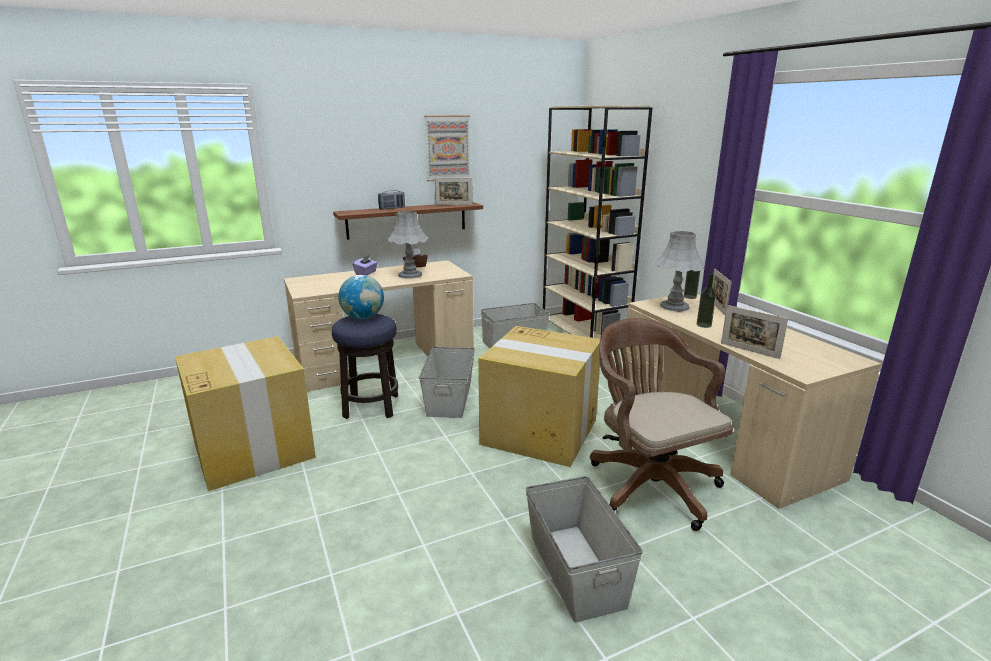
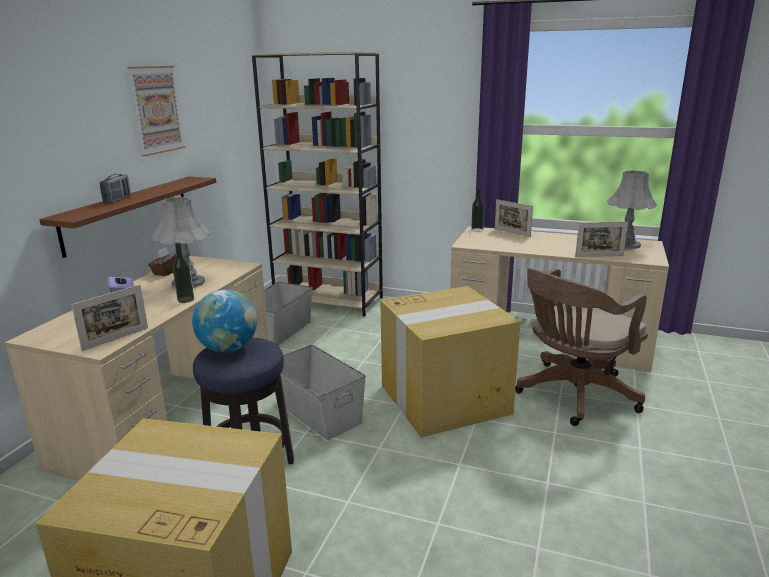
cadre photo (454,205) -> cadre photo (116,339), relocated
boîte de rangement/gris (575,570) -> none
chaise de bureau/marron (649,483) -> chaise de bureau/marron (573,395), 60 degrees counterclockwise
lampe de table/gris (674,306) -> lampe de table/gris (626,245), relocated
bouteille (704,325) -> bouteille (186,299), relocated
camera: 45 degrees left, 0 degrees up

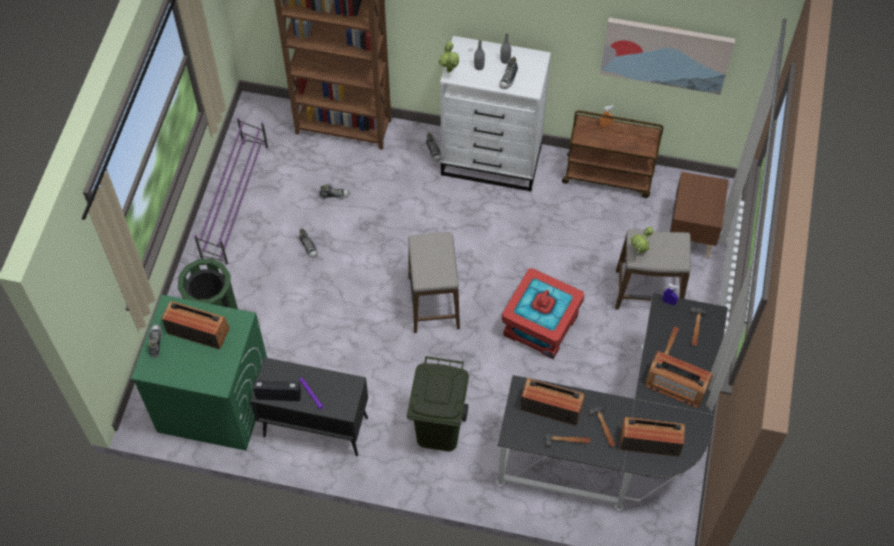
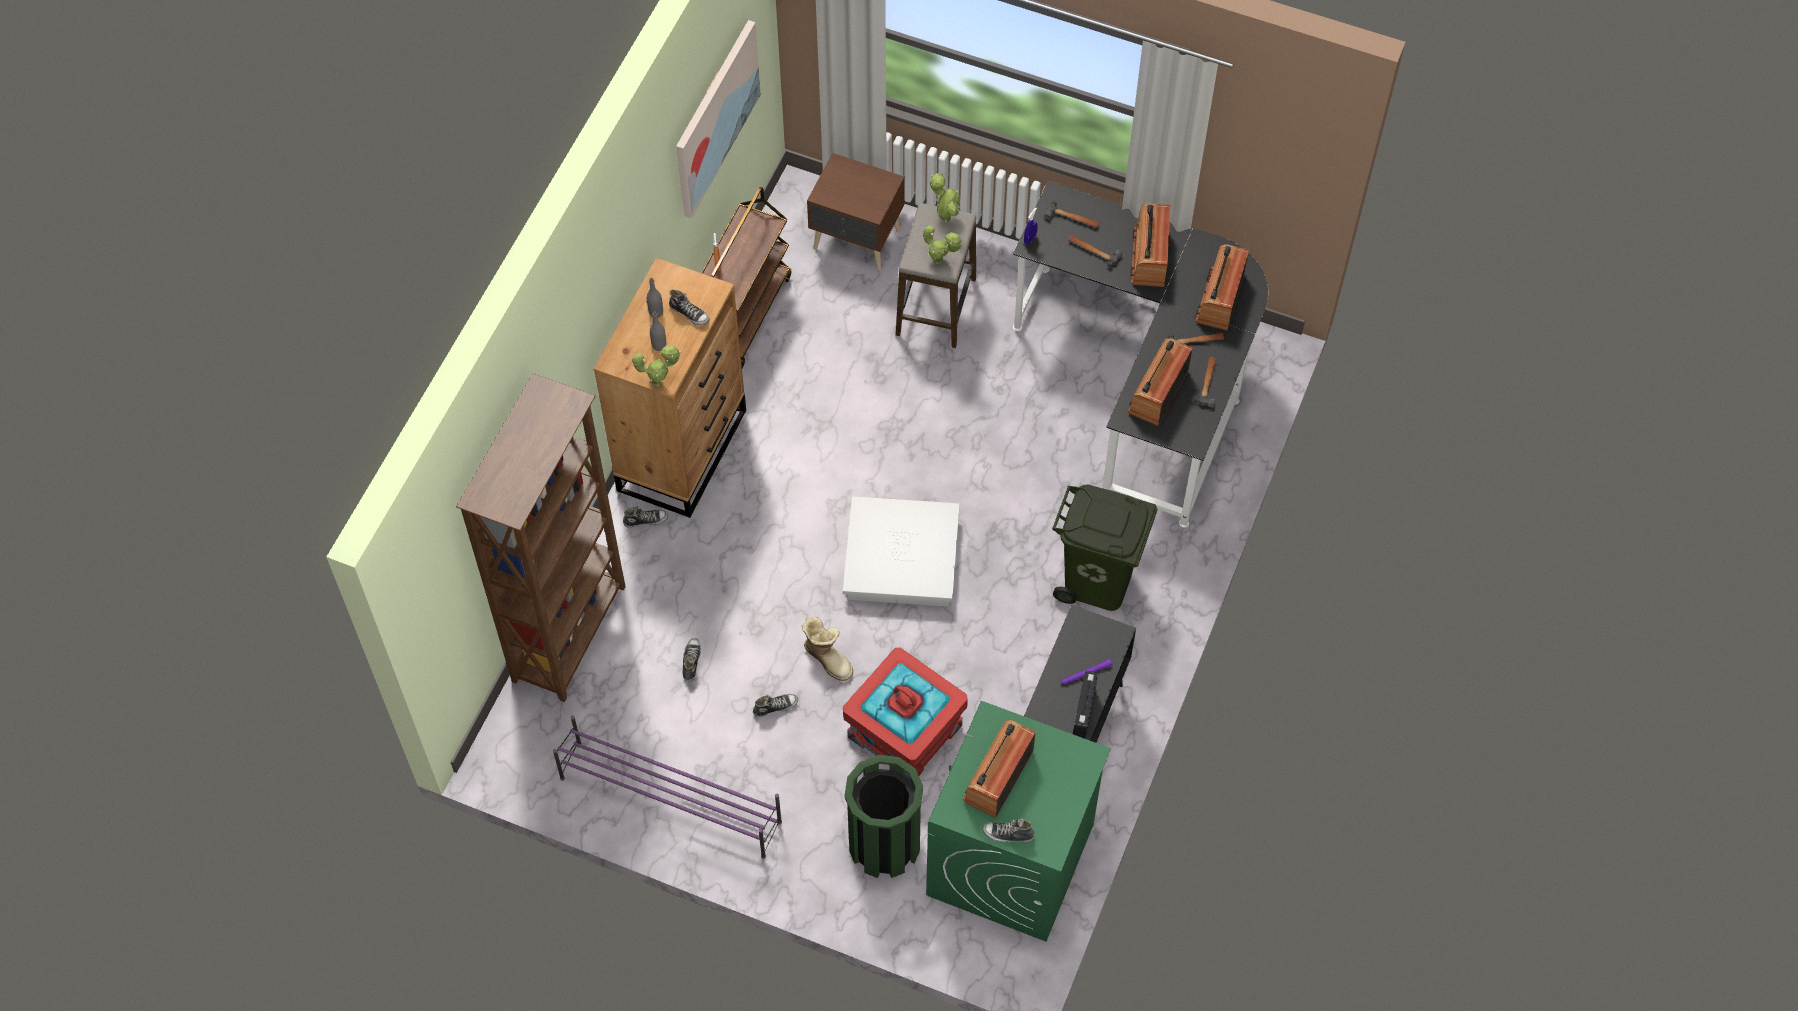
tabouret (434,302) -> boîte de rangement/blanc (902,558)
commode/blanc (492,161) -> commode/marron (683,449)
boîte de rangement/rouge (541,325) -> boîte de rangement/rouge (905,731), relocated
radio (676,386) -> radio (1149,256), 150 degrees clockwise
none -> botte (828,658)
none -> plante en pot (945,217)
camera: 80 degrees left, 0 degrees up

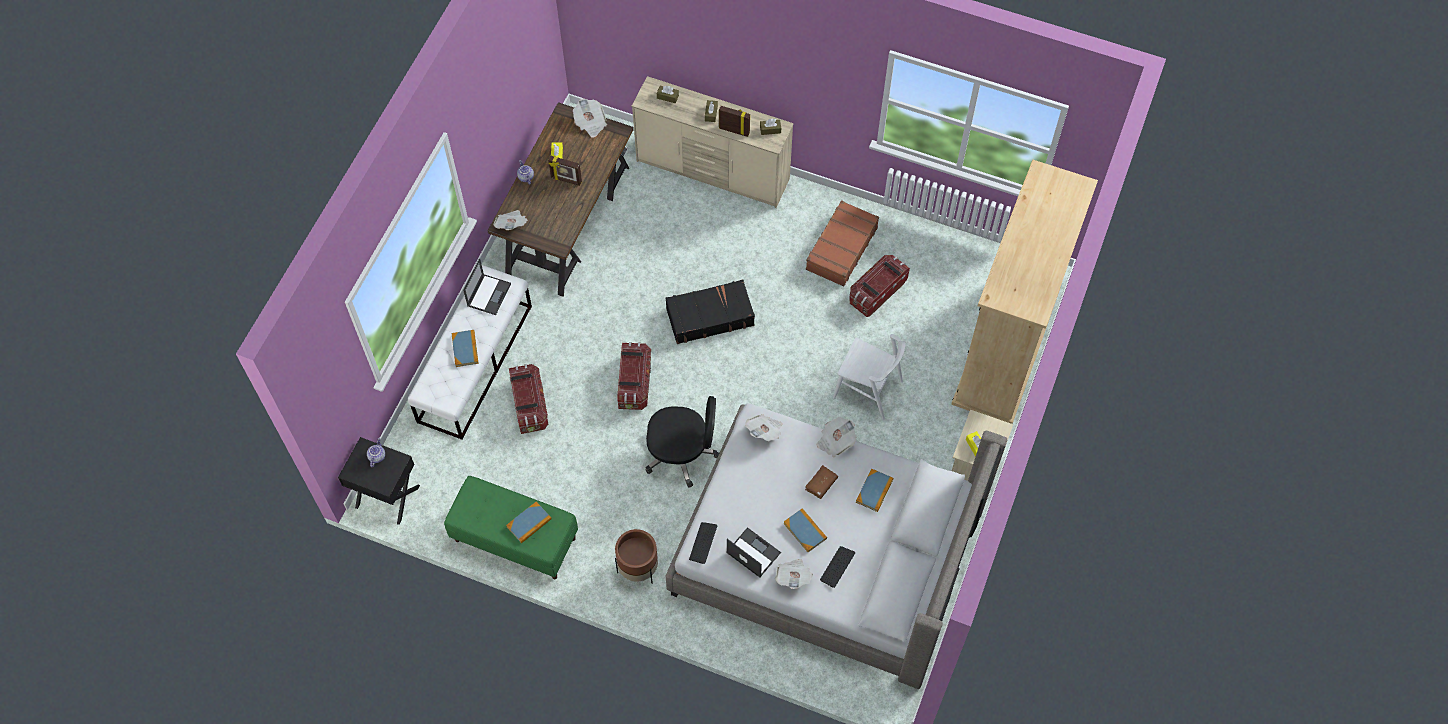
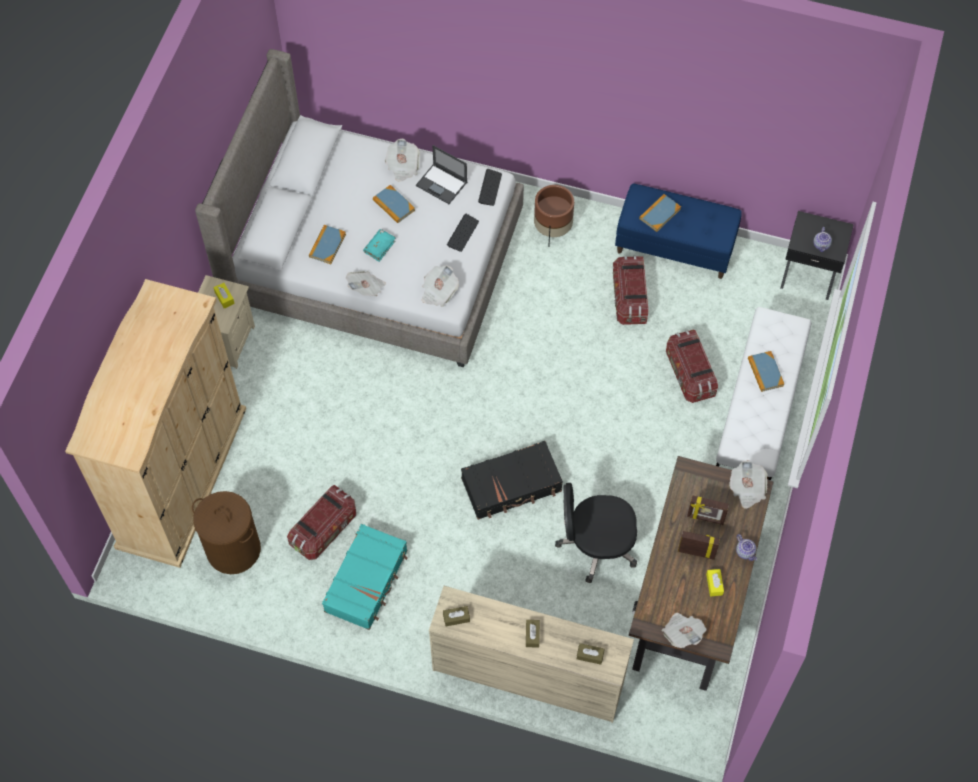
banc/vert (514,539) -> banc/bleu (675,246)
ordinateur portable (489,294) -> none
boîte de rangement (634,383) -> boîte de rangement (629,298), relocated
chaise de bureau/noir (682,453) -> chaise de bureau/noir (596,545), relocated
cadre photo (734,130) -> cadre photo (705,518), relocated
livre/marron (821,484) -> livre/turquoise (379,247)
valise/marron (841,248) -> valise/turquoise (367,581)
clavier (837,567) -> clavier (463,233), relocated
chaise/blanc (868,389) -> none
none -> panier à linge/marron (233,549)
camera: 175 degrees right, 0 degrees up

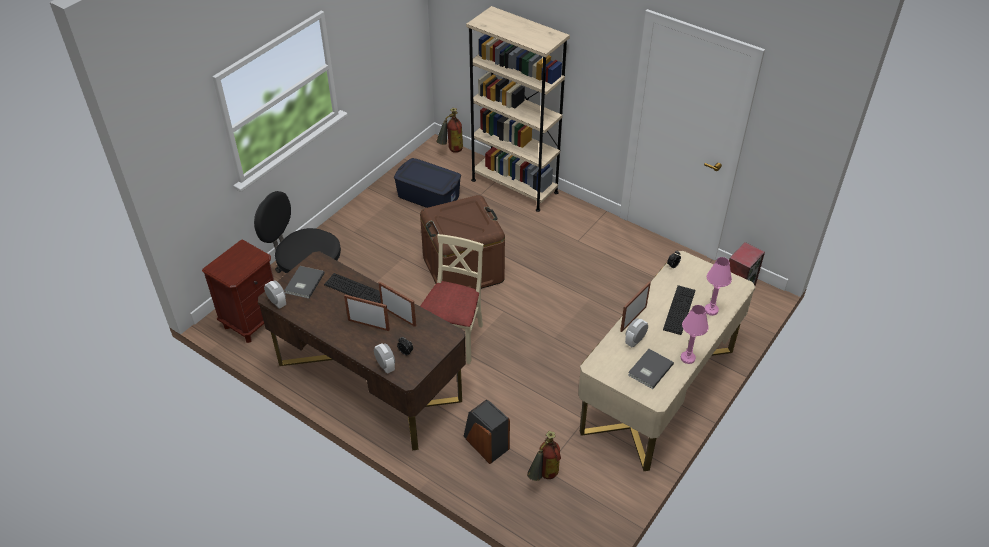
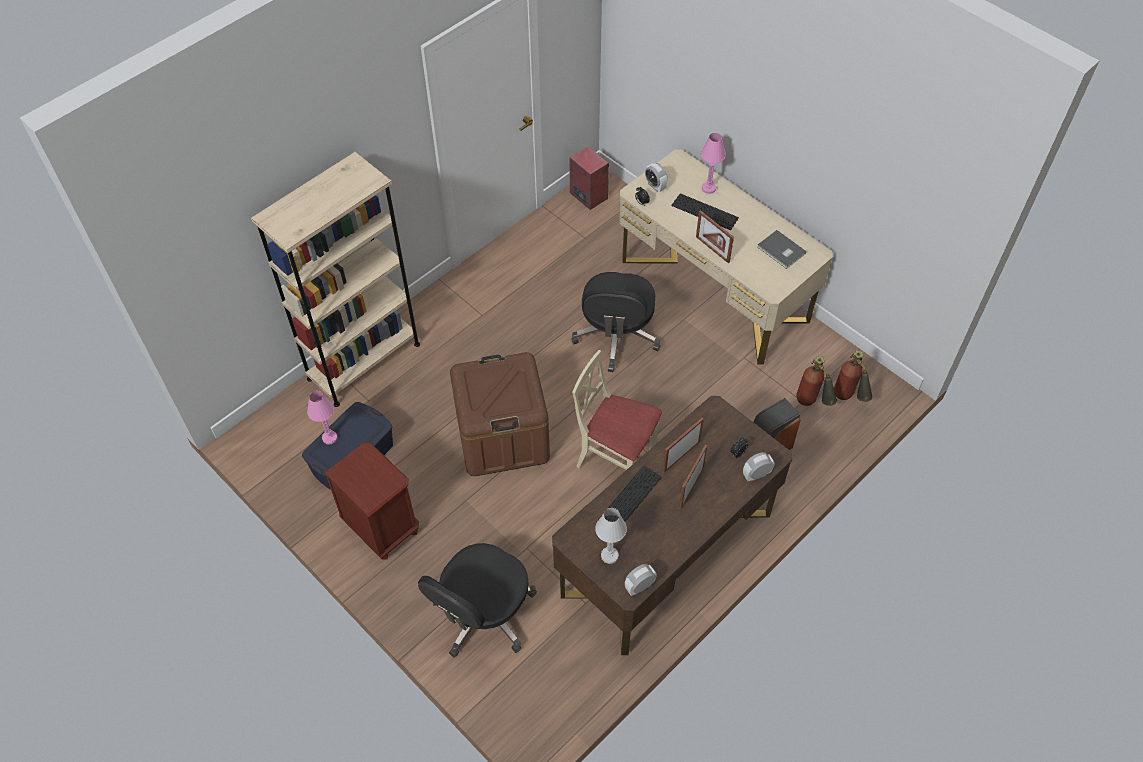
table de chevet/marron (253,320) -> table de chevet/marron (382,527), relocated
livre/gris (303,283) -> lampe de table/blanc (609,555)
extincteur (451,151) -> extincteur (848,399), relocated
réveil (635,341) -> réveil (655,186), relocated
lampe de table/rose (687,358) -> lampe de table/rose (329,438), relocated
none -> chaise de bureau/noir (616,337)
camera: 80 degrees left, 10 degrees up

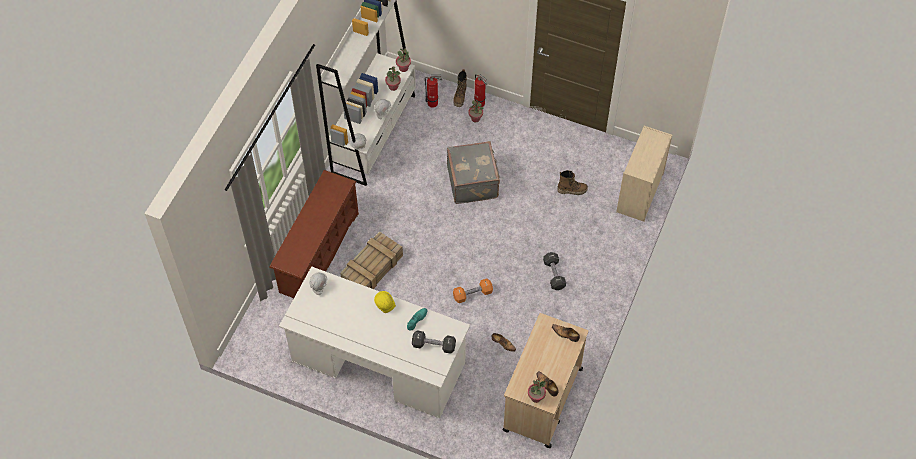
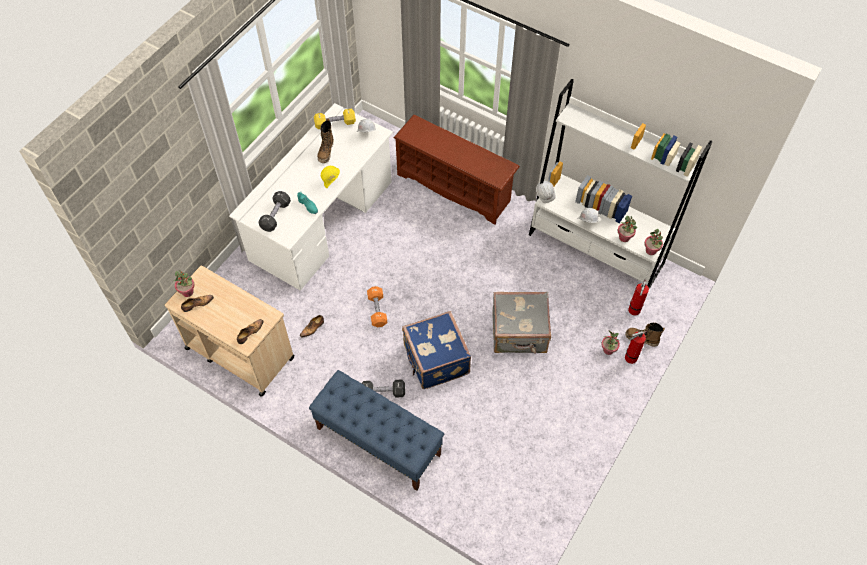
caisse (372,267) -> none
botte (572,190) -> botte (326,152), relocated
commode/beige (639,194) -> none
none -> banc/bleu (378,441)
none -> haltère/jaune (335,124)
none -> valise/bleu (435,360)
camera: 100 degrees right, 0 degrees up

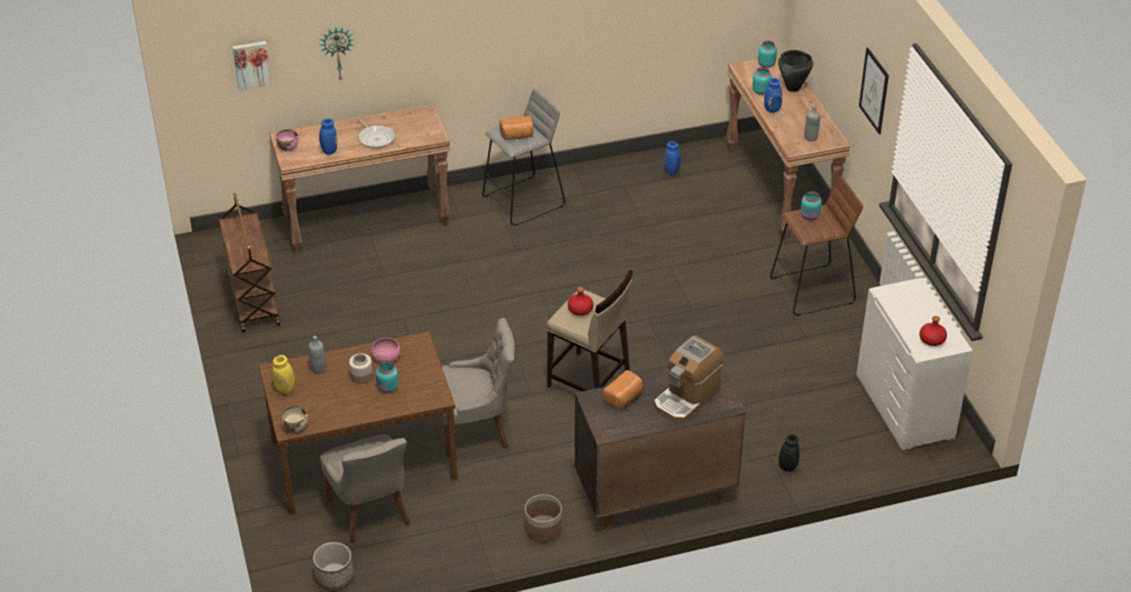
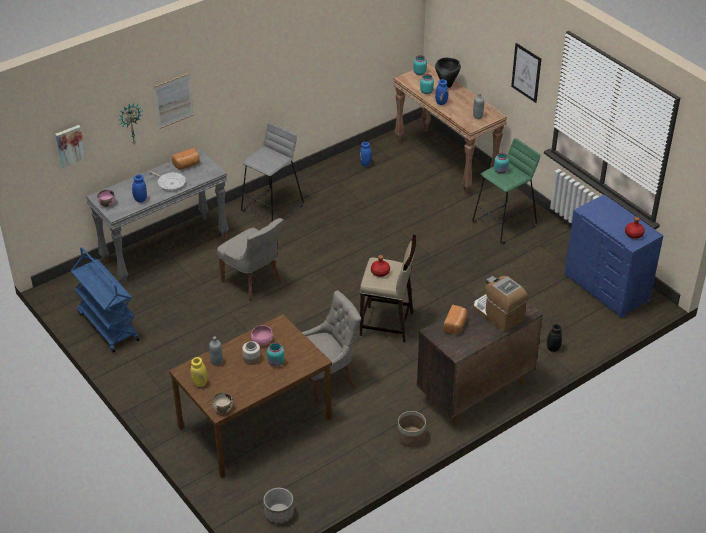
chariot/marron (252,299) -> chariot/bleu (107,326)
table console/marron (367,222) -> table console/gris (165,249)
chaise/gris (370,513) -> chaise/gris (253,282), relocated
pain (517,136) -> pain (187,165), relocated
machine à café (686,398) -> machine à café (498,314), 120 degrees clockwise
tabouret/marron (813,290) -> tabouret/vert (504,224)
commode/blanc (905,407) -> commode/bleu (607,288)
none -> tableau (174,100)
camera: 20 degrees left, 0 degrees up

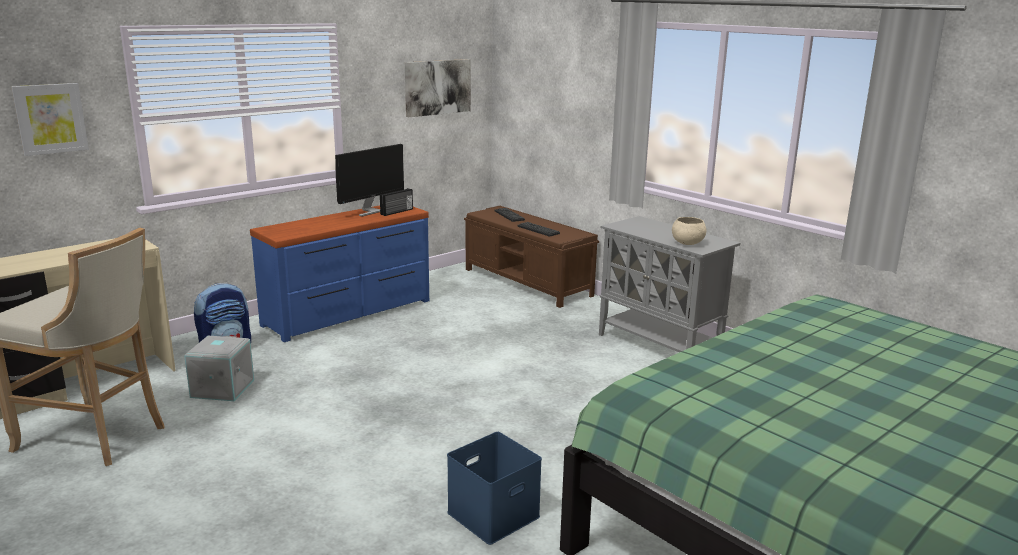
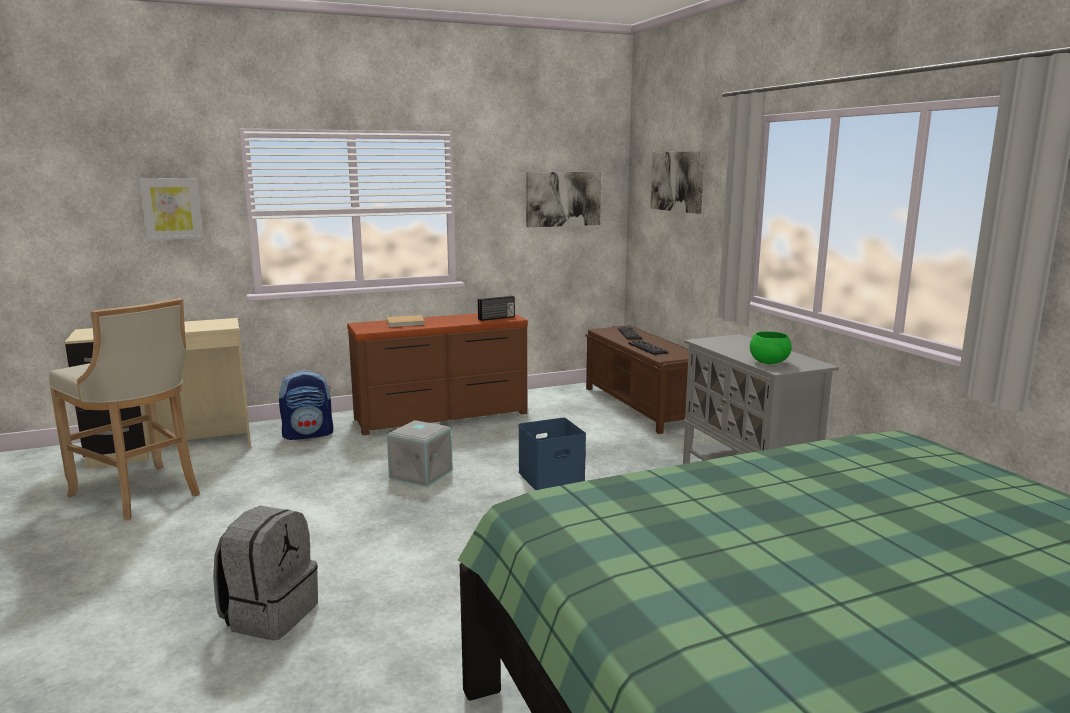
boîte de rangement/gris (222,388) -> boîte de rangement/gris (420,473), relocated
commode/bleu (349,313) -> commode/marron (442,416)
écran d'ordinateur (371,210) -> none
boîte de rangement/bleu (493,516) -> boîte de rangement/bleu (550,478), relocated
bol/beige (687,243) -> bol/vert (768,362)
none -> sac à dos/gris (270,614)
none -> livre/beige (406,323)
none -> tableau (677,181)
camera: 20 degrees right, 5 degrees down

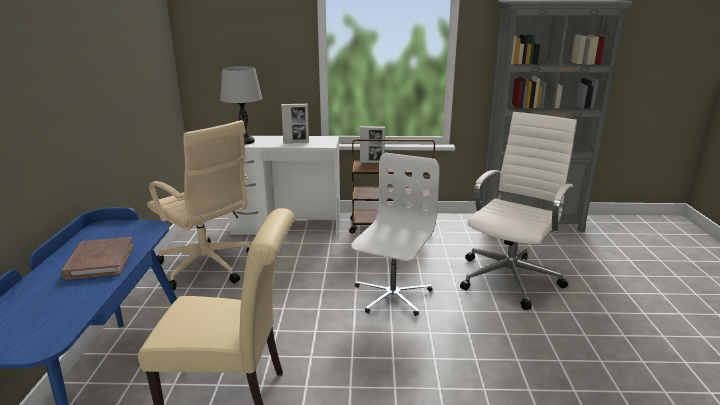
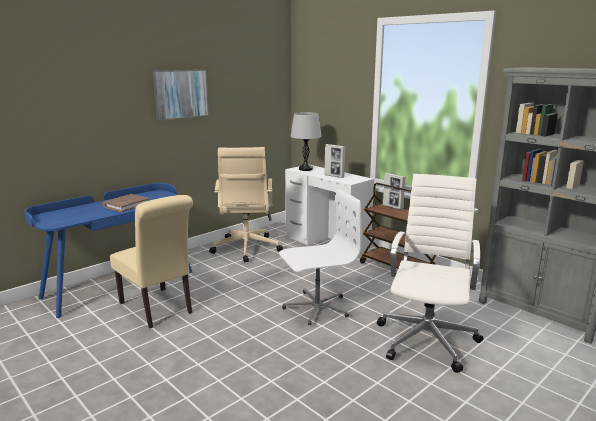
chaise de bureau/blanc (510,277) -> chaise de bureau/blanc (427,339), 60 degrees counterclockwise
none -> tableau (181,94)
camera: 45 degrees right, 5 degrees down

